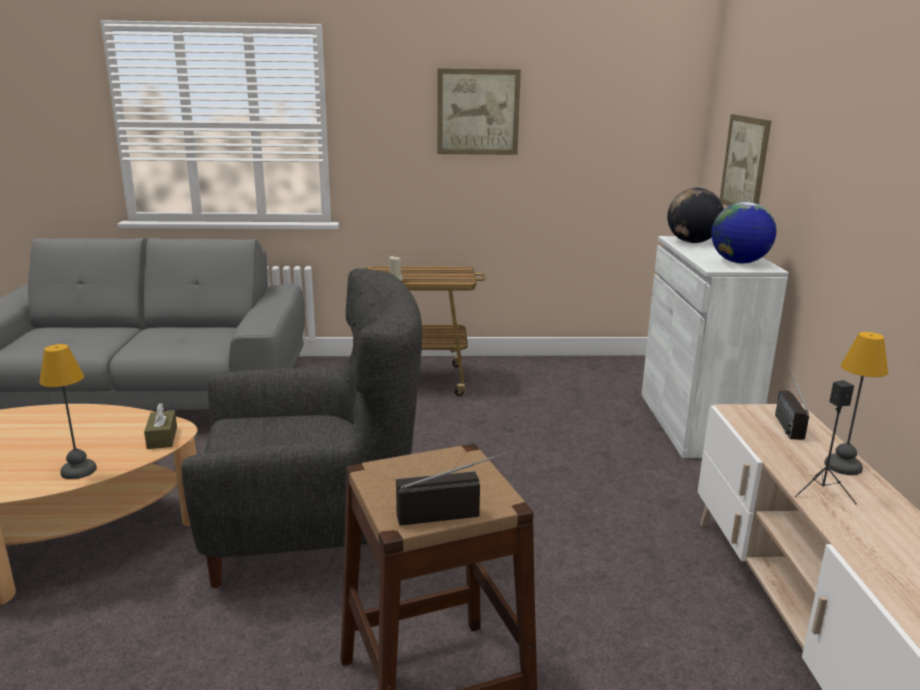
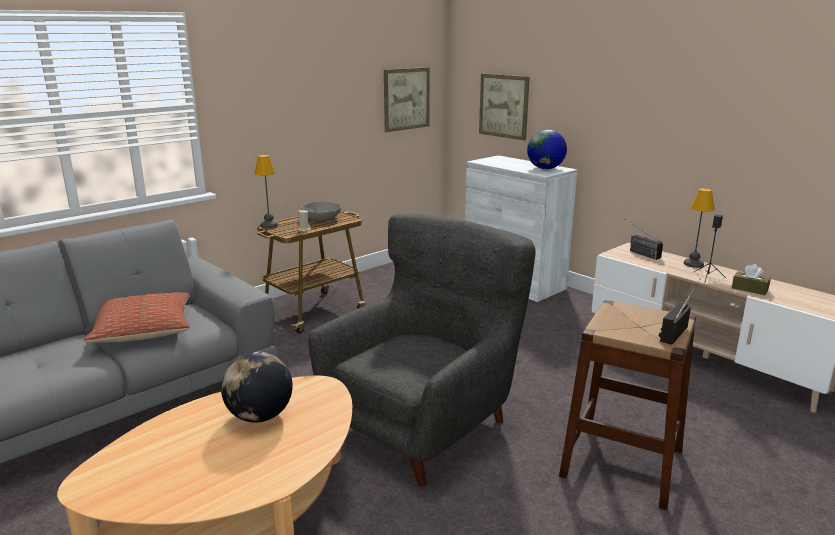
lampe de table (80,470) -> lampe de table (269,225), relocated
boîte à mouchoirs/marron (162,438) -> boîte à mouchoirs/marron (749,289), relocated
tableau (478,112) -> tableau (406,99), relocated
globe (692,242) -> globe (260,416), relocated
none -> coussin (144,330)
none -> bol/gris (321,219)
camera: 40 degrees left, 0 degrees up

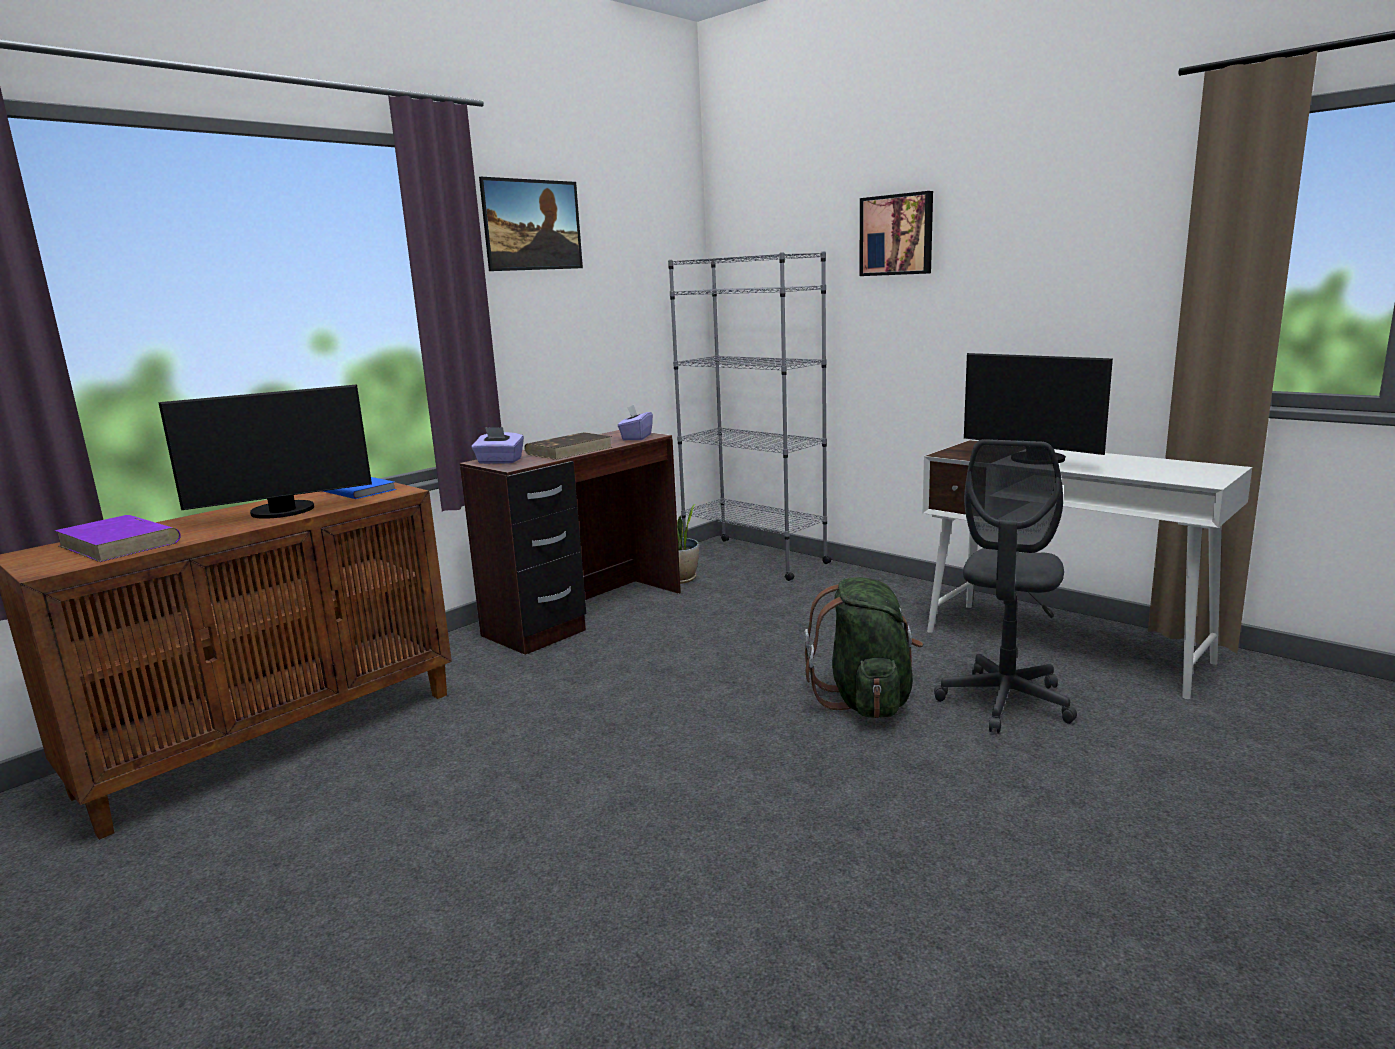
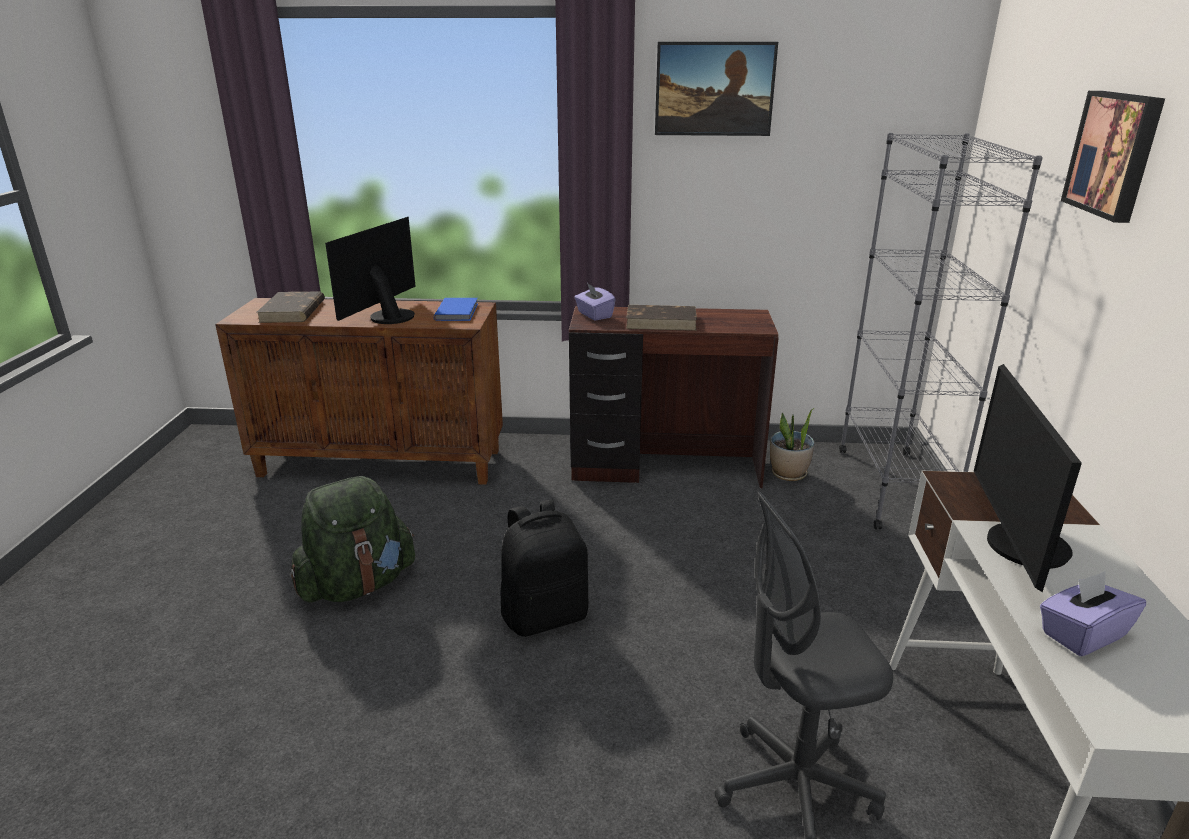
livre/violet (120,544) -> livre/marron (292,311)
écran d'ordinateur (283,512) -> écran d'ordinateur (388,316), 90 degrees clockwise
boîte à mouchoirs/violet (636,437) -> boîte à mouchoirs/violet (1081,634), relocated
sac à dos/vert (866,700) -> sac à dos/vert (358,585), relocated
none -> sac à dos/noir (545,615)
camera: 50 degrees right, 10 degrees up

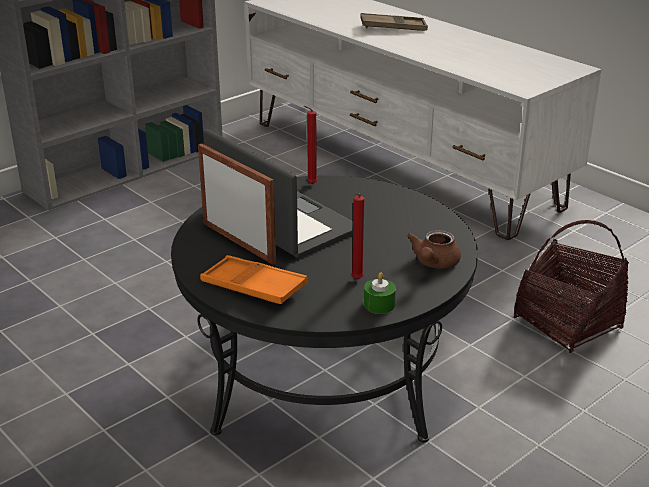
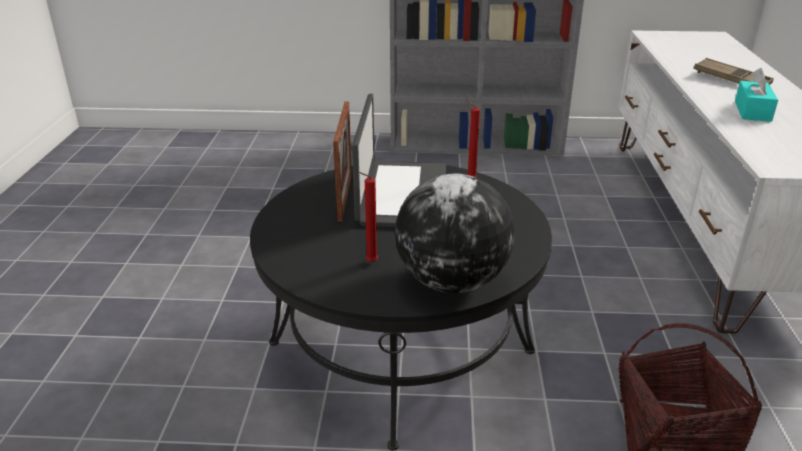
plateau/orange (253,286) -> none
bougie/vert (379,304) -> none
théière/marron (434,263) -> globe (452,282)
none -> boîte à mouchoirs/turquoise (752,111)
camera: 45 degrees right, 0 degrees up

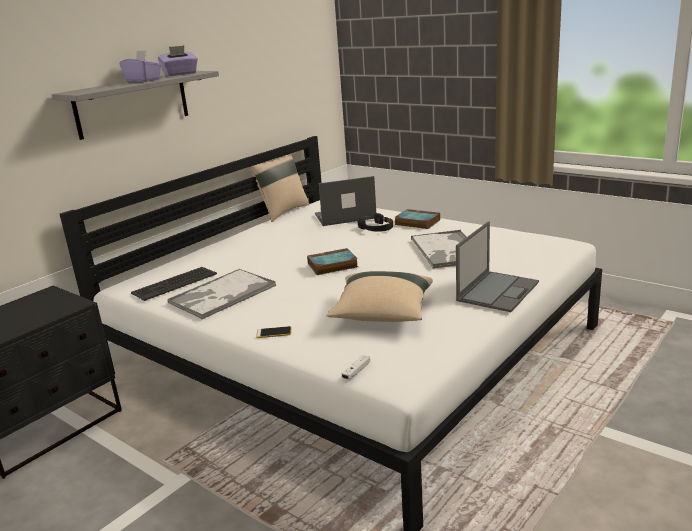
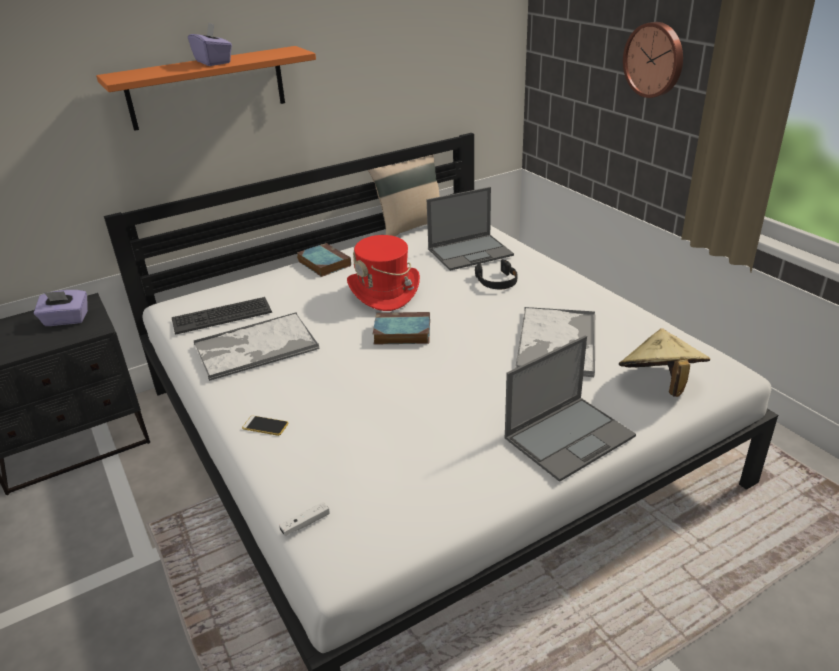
étagère/gris (132,104) -> étagère/orange (207,88)
boîte à mouchoirs/violet (180,74) -> boîte à mouchoirs/violet (66,320), relocated
ordinateur portable (344,216) -> ordinateur portable (471,252), 150 degrees clockwise
coussin/beige (382,314) -> none
livre (416,222) -> livre (323,263), relocated
none -> chapeau/rouge (384,291)
none -> chapeau/beige (659,384)
none -> horloge murale (655,59)
camera: 20 degrees right, 10 degrees up

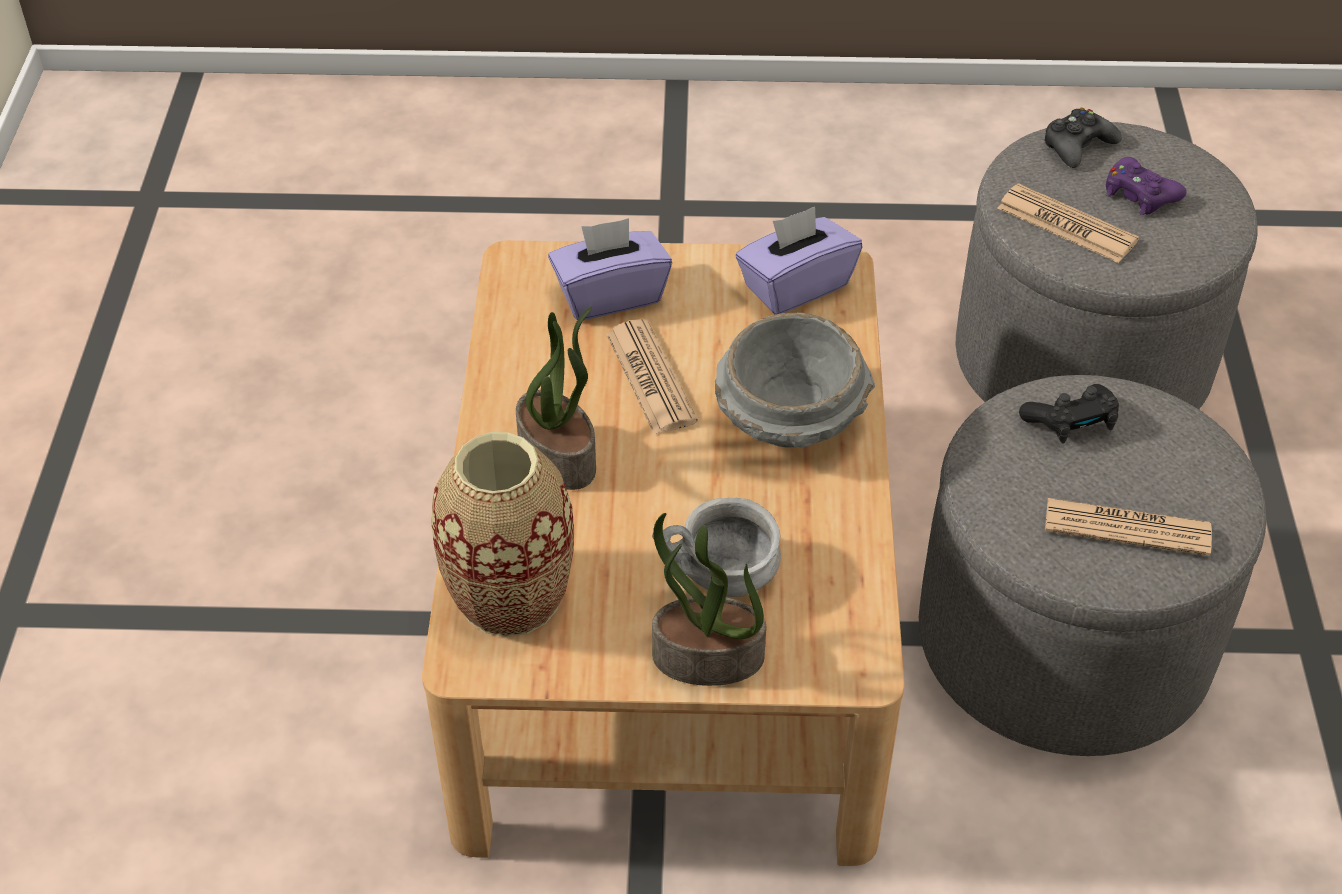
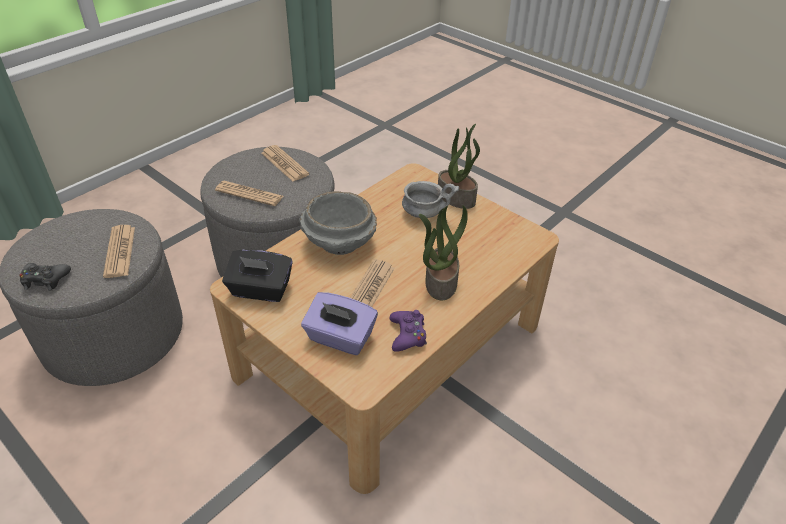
vase (510,597) -> none
boîte à mouchoirs/violet (795,286) -> boîte à mouchoirs/noir (260,290)
manette/noir (1071,424) -> journal (249,194)
manette/violet (1139,194) -> manette/violet (408,335), relocated
camera: 140 degrees left, 5 degrees down

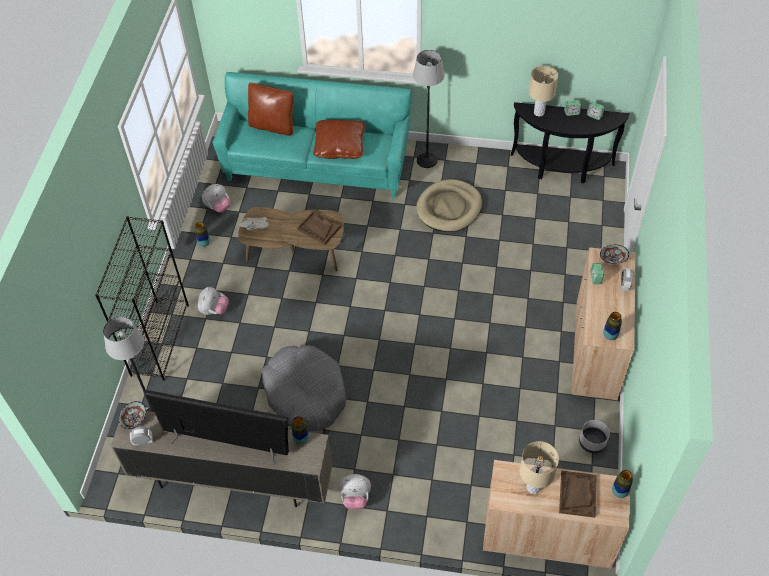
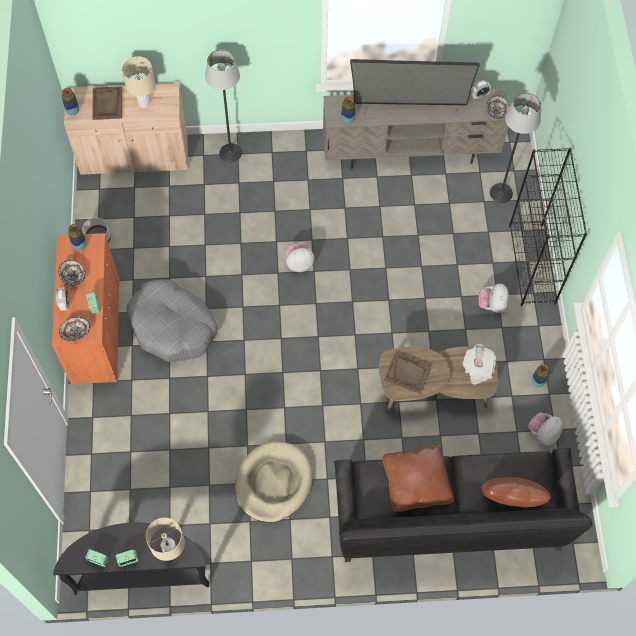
canapé/turquoise (316,166) -> canapé/noir (449,517)
panier pour chien/gris (305,393) -> panier pour chien/gris (172,326), relocated
peluche (355,497) -> peluche (299,263), relocated
lampadaire (426,160) -> lampadaire (230,152), relocated
meuble de rangement/beige (595,350) -> meuble de rangement/orange (96,330)
none -> bol (73,276)
camera: 165 degrees right, 10 degrees up

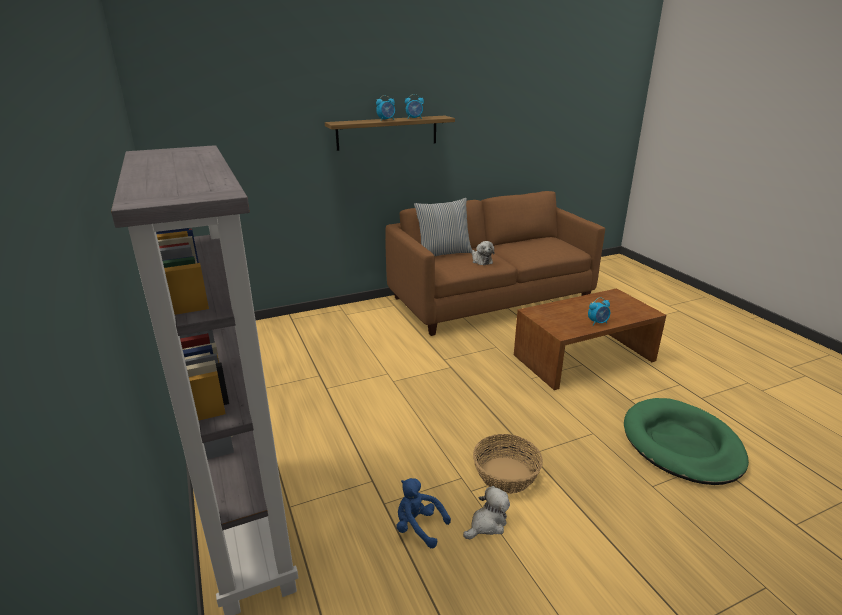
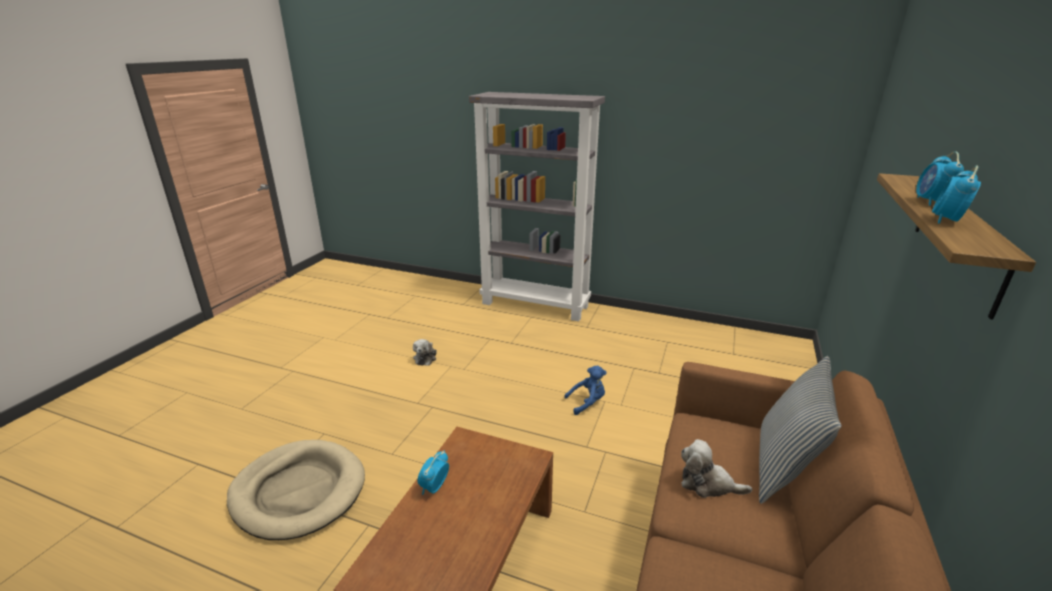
peluche/bleu (418,527) -> peluche/bleu (587,402), relocated
panier (506,475) -> none
panier pour chien/vert (681,444) -> panier pour chien/beige (299,491)
camera: 135 degrees right, 0 degrees up

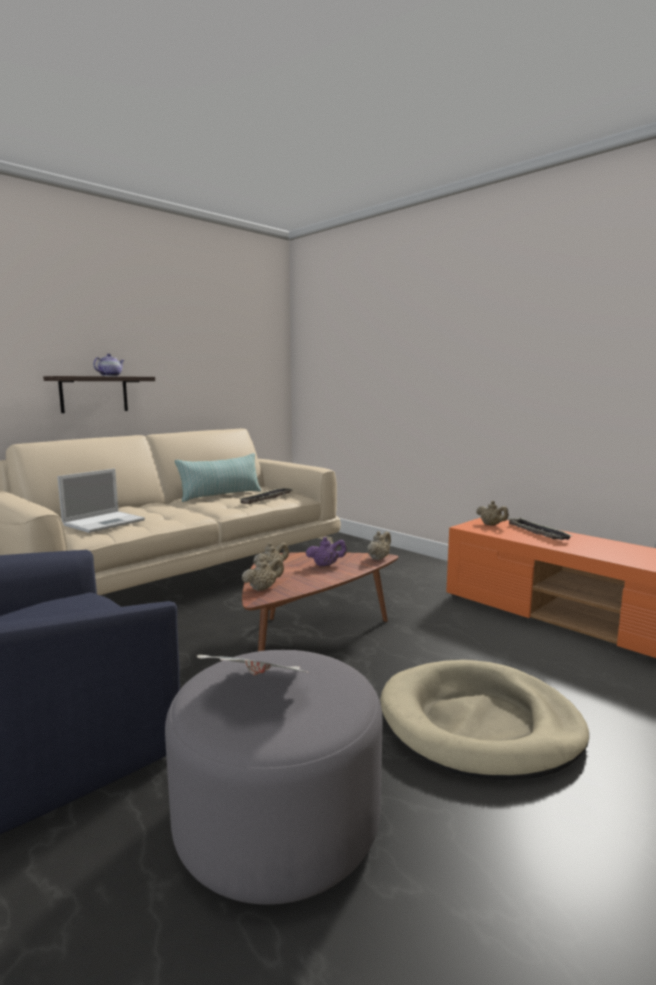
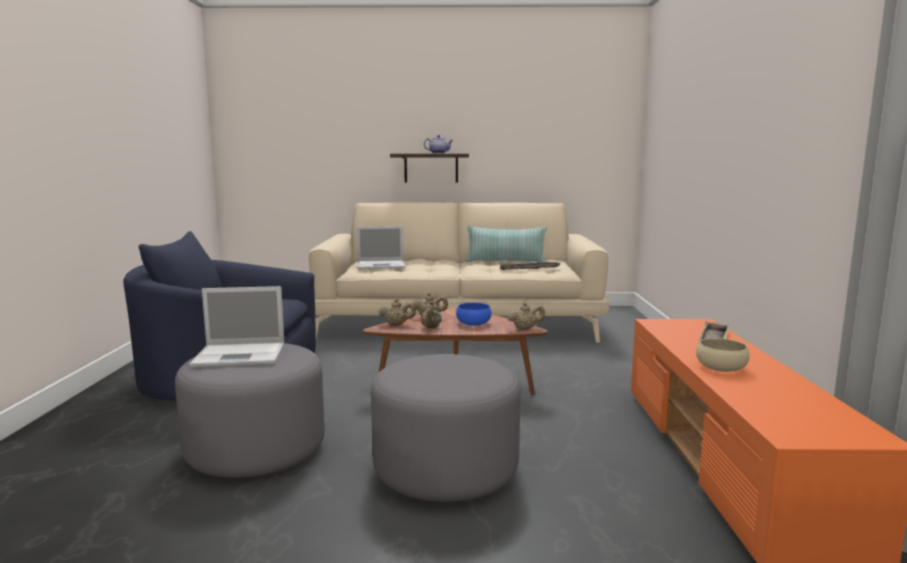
journal (259,691) -> ordinateur portable (242,355)
théière/violet (326,565) -> bol/bleu (473,323)
panier pour chien/beige (479,724) -> pouf/gris (446,469)
théière/beige (491,525) -> théière/beige (431,327), relocated
none -> bol/beige (721,367)
camera: 45 degrees right, 0 degrees up

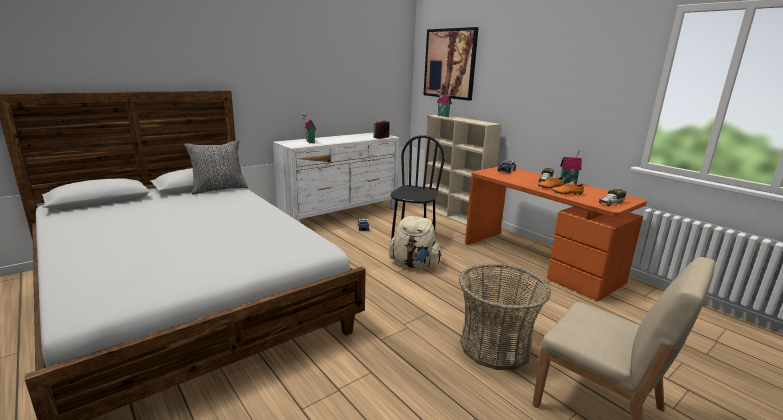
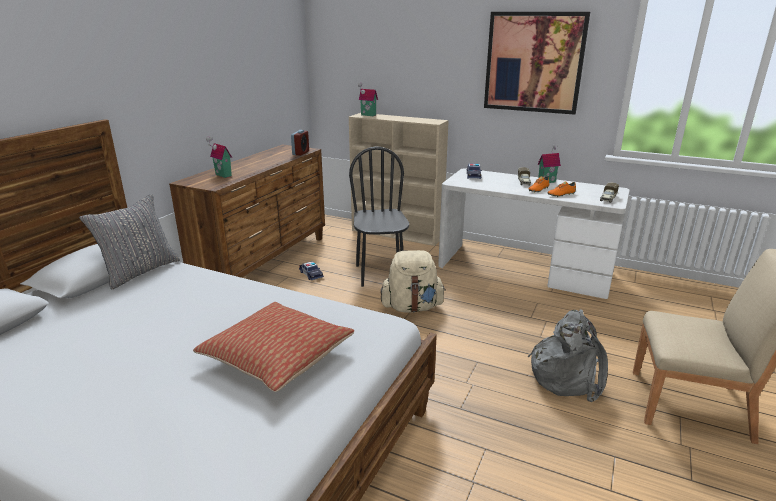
commode/blanc (340,214) -> commode/marron (264,261)
tableau (449,64) -> tableau (534,62), relocated
panier (495,346) -> sac à dos/gris (567,376)
bureau/orange (538,261) -> bureau/blanc (524,269)
none -> coussin (277,357)
camera: 25 degrees left, 5 degrees up

